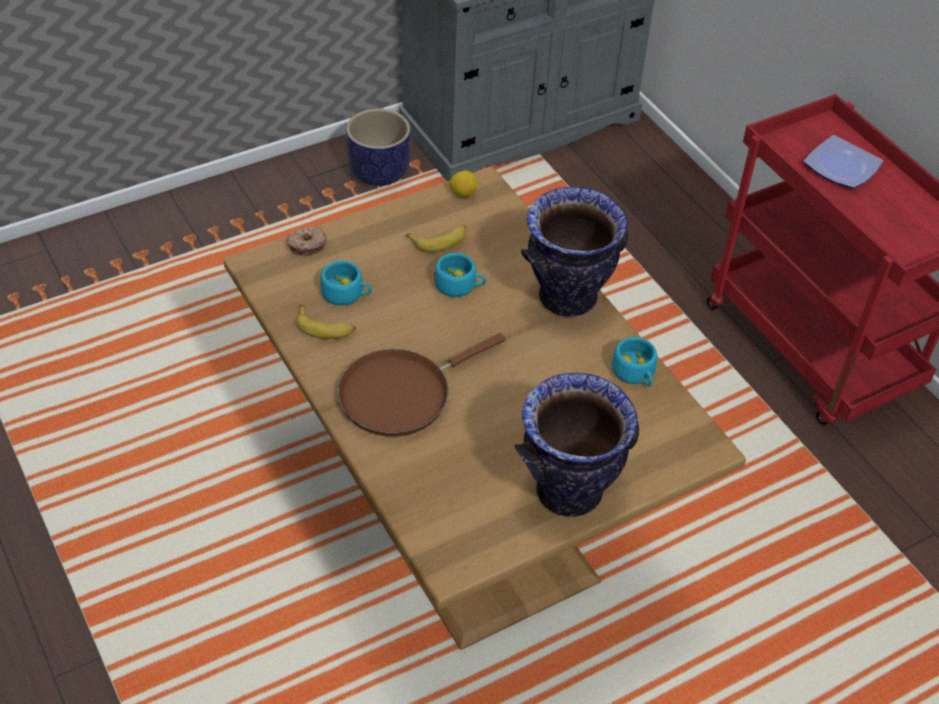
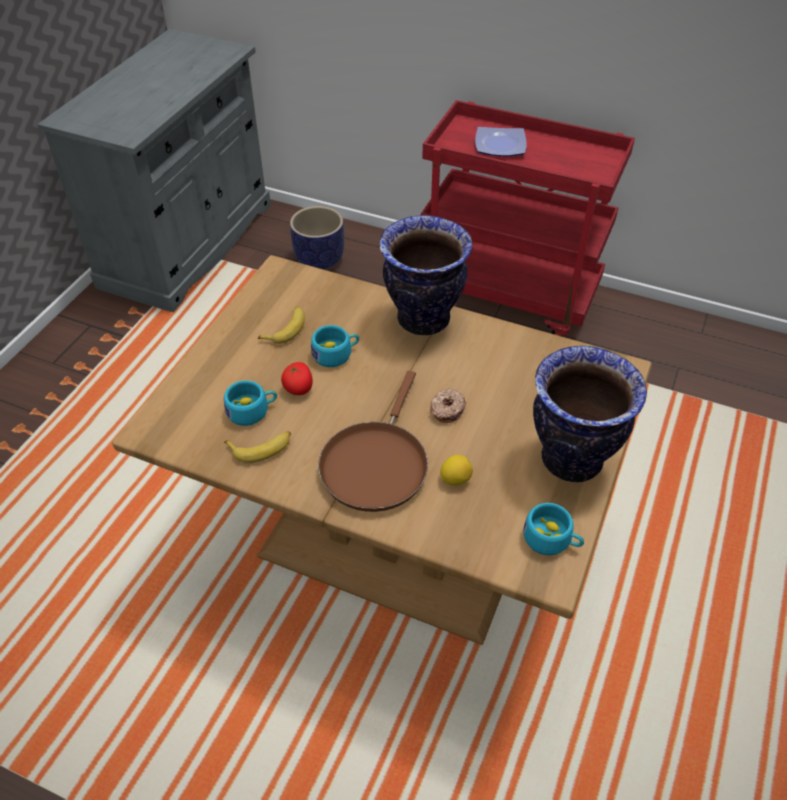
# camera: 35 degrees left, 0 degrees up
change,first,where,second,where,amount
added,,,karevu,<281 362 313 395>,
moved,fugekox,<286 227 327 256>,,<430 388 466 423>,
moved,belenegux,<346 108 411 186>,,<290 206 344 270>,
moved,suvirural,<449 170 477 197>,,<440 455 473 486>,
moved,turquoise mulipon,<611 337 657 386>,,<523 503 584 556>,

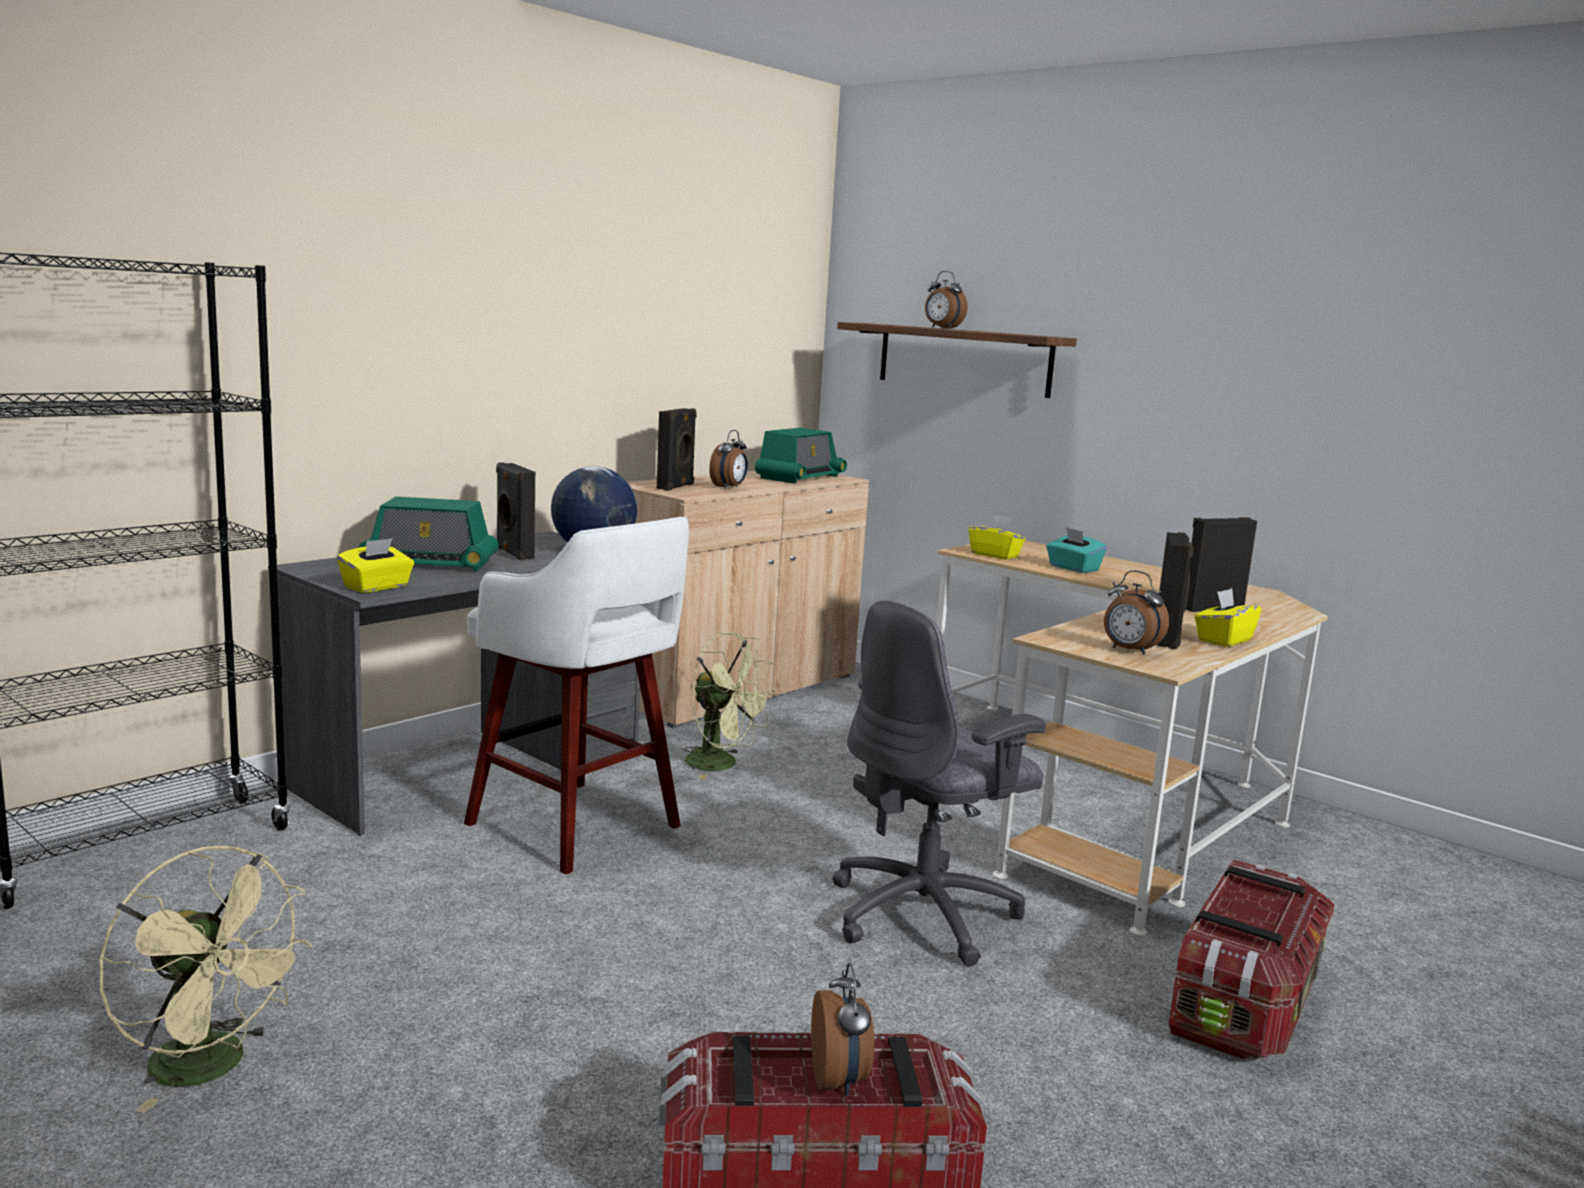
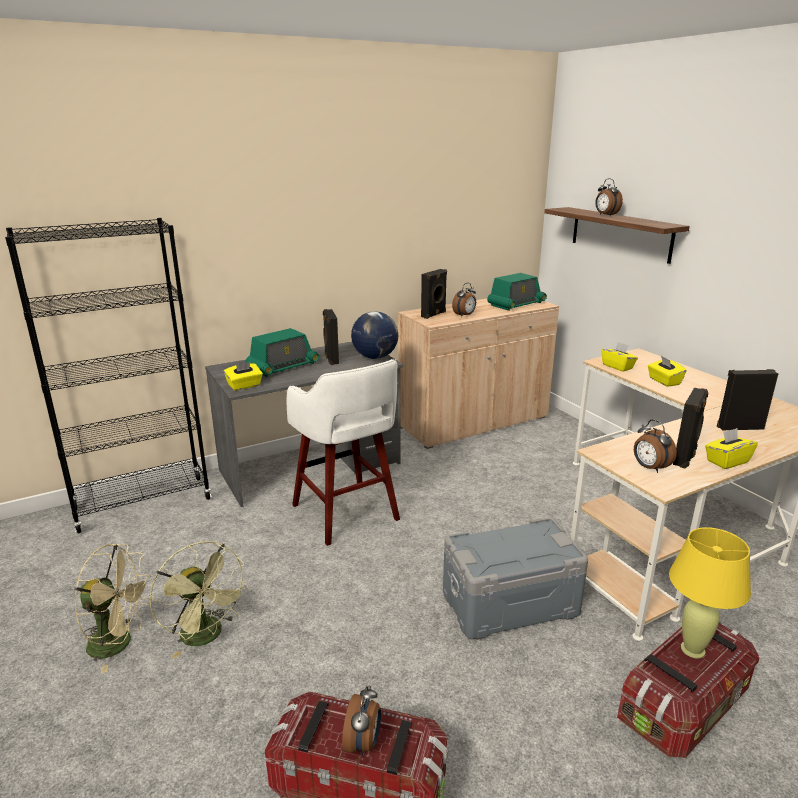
# camera: 20 degrees right, 10 degrees up
change,first,where,second,where,amount
added,,,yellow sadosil,<669 527 751 659>,
moved,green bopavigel,<684 632 775 779>,,<150 541 249 659>,
replaced,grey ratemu,<832 600 1046 967>,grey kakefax,<443 518 588 639>,
recoloured,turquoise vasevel,<1046 527 1107 573>,yellow vasevel,<648 356 687 387>,
turned,beige bopavigel,<99 845 313 1113>,,<74 544 152 673>,45 degrees counterclockwise
turned,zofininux,<358 497 498 572>,,<245 328 319 377>,60 degrees counterclockwise

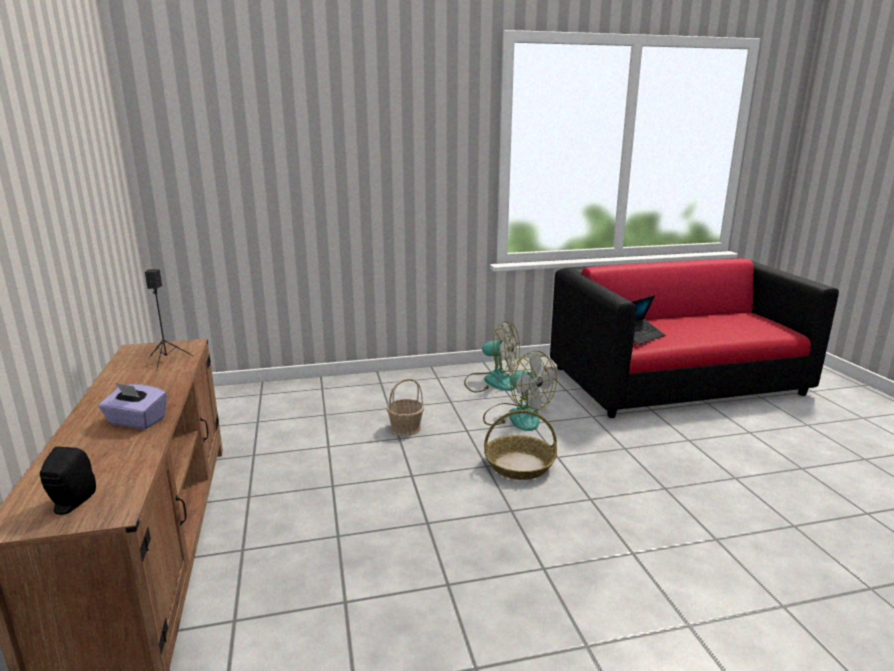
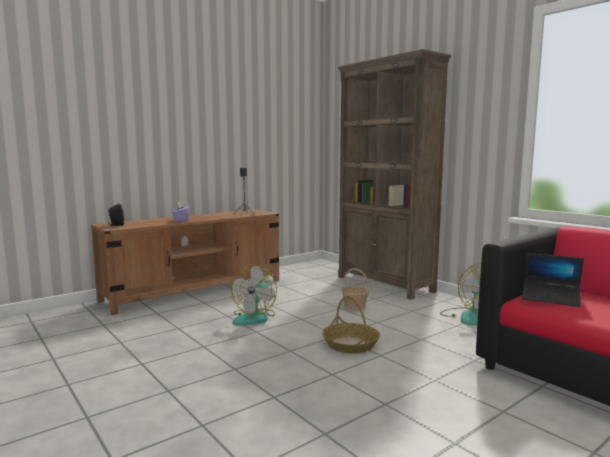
# camera: 65 degrees right, 10 degrees down
change,first,where,second,where,amount
added,,,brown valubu,<337 49 451 300>,
moved,bopavigel,<483 350 557 431>,,<231 264 277 325>,

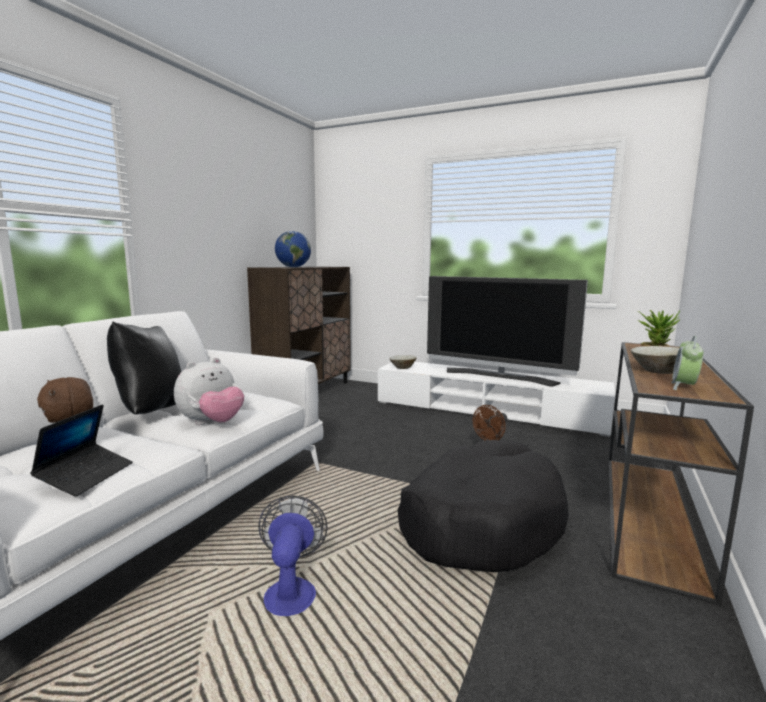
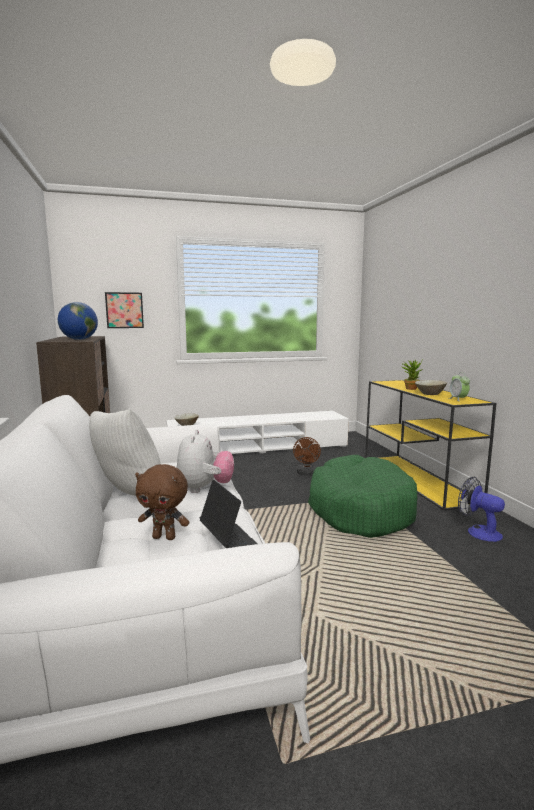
# camera: 40 degrees left, 0 degrees up
change,first,where,second,where,amount
removed,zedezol,<427 276 588 387>,,,
added,,,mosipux,<105 292 144 328>,
moved,bopavigel,<258 495 328 616>,,<458 477 505 542>,
recoloured,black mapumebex,<107 322 181 415>,white mapumebex,<89 408 161 496>,
recoloured,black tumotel,<398 440 569 572>,green tumotel,<308 455 417 538>,
recoloured,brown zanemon,<609 342 754 606>,yellow zanemon,<365 380 496 511>,

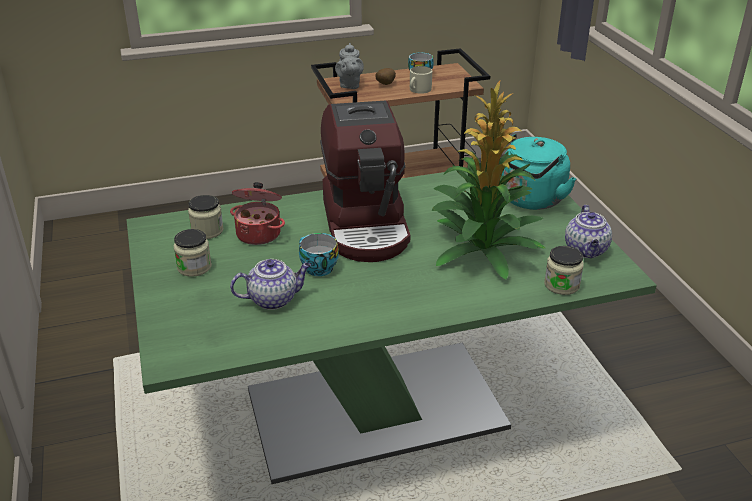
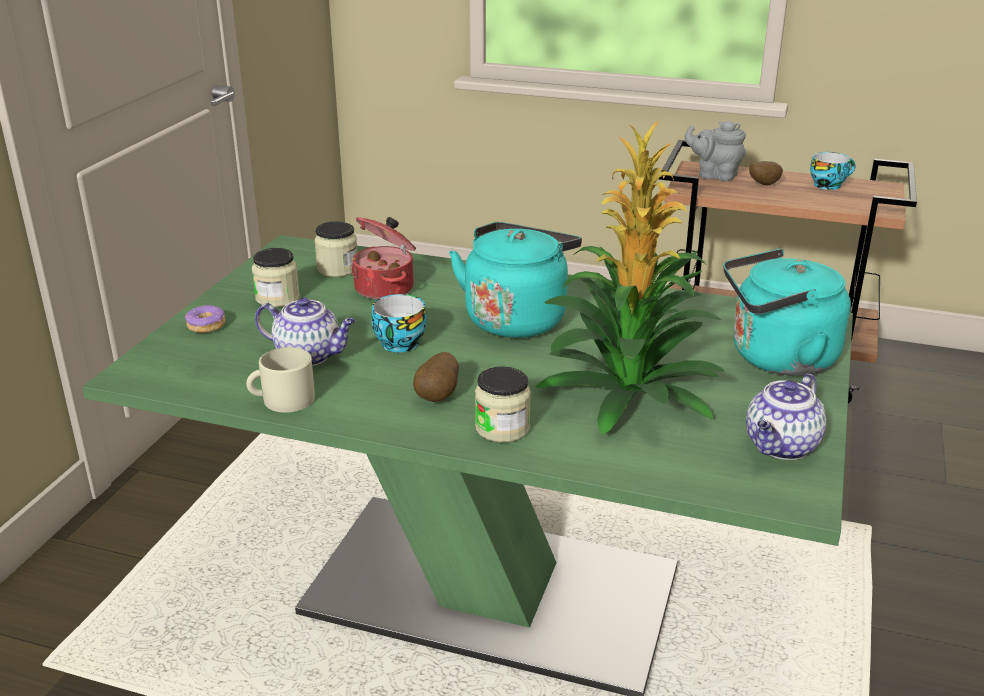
# camera: 35 degrees right, 5 degrees down
change,first,where,second,where,amount
added,,,fugekox,<185 305 226 333>,
added,,,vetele,<413 352 459 402>,
moved,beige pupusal,<410 66 432 94>,,<246 347 315 413>,
moved,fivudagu,<544 246 584 295>,,<475 366 531 443>,
replaced,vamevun,<320 101 410 262>,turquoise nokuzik,<449 222 582 338>,
turned,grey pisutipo,<335 43 364 89>,,<684 121 746 181>,75 degrees clockwise

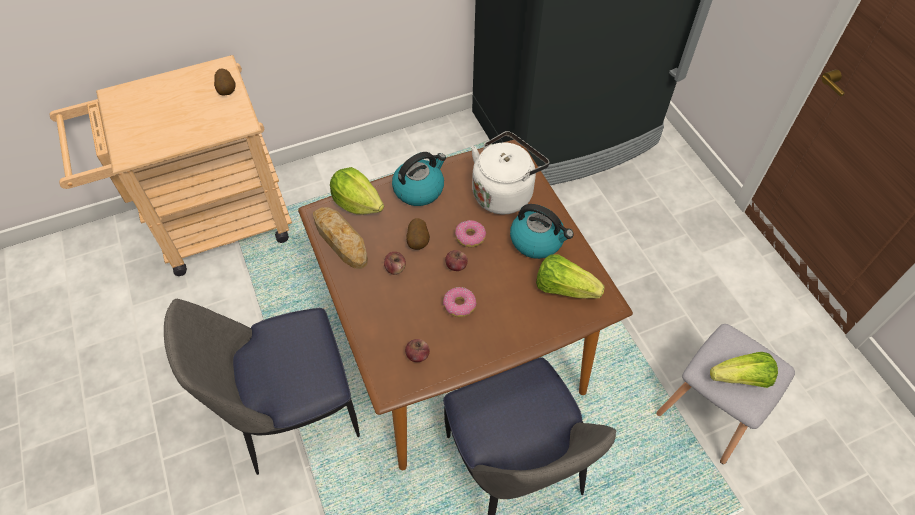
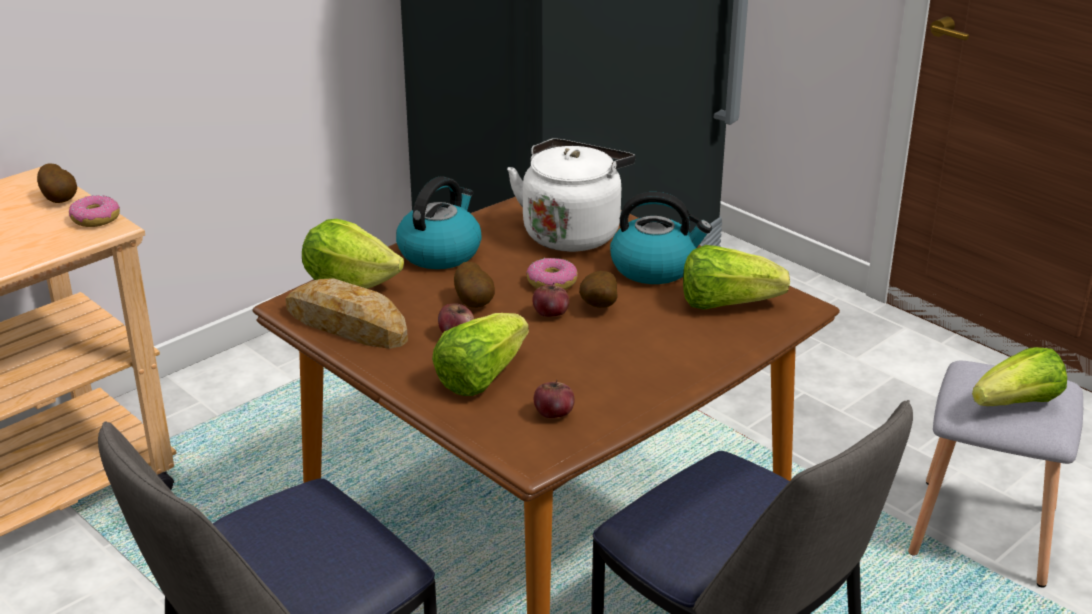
# camera: 20 degrees left, 25 degrees down
change,first,where,second,where,amount
added,,,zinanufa,<432 313 529 396>,
added,,,vetele,<579 271 617 308>,
moved,fugekox,<443 287 477 317>,,<69 195 120 227>,

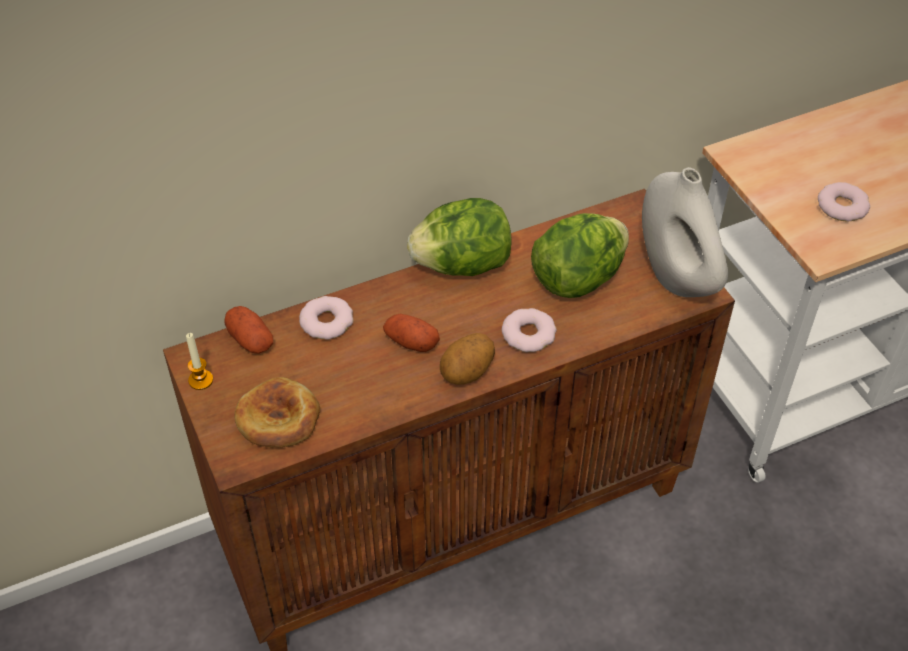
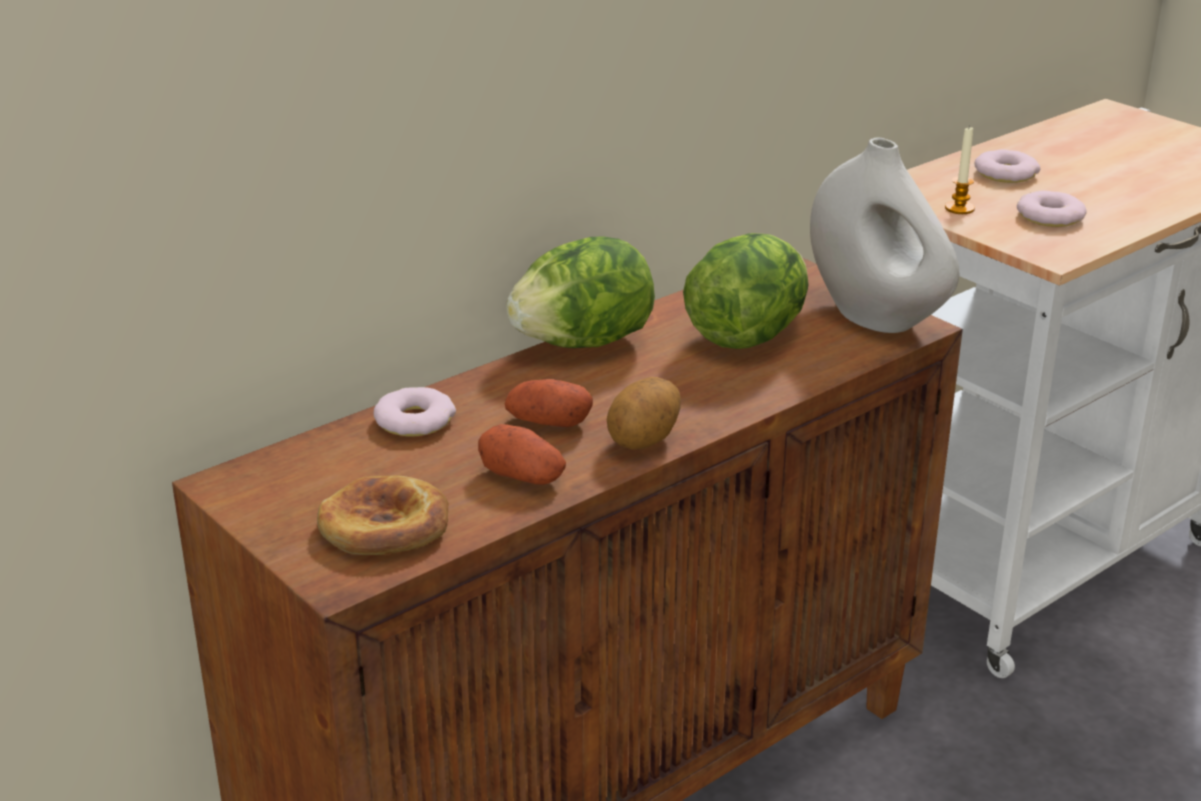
# camera: 15 degrees left, 20 degrees down
change,first,where,second,where,amount
moved,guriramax,<186 333 213 390>,,<945 125 975 214>,
moved,vetele,<224 306 273 354>,,<478 424 566 485>,
moved,fugekox,<502 308 557 352>,,<974 150 1041 183>,

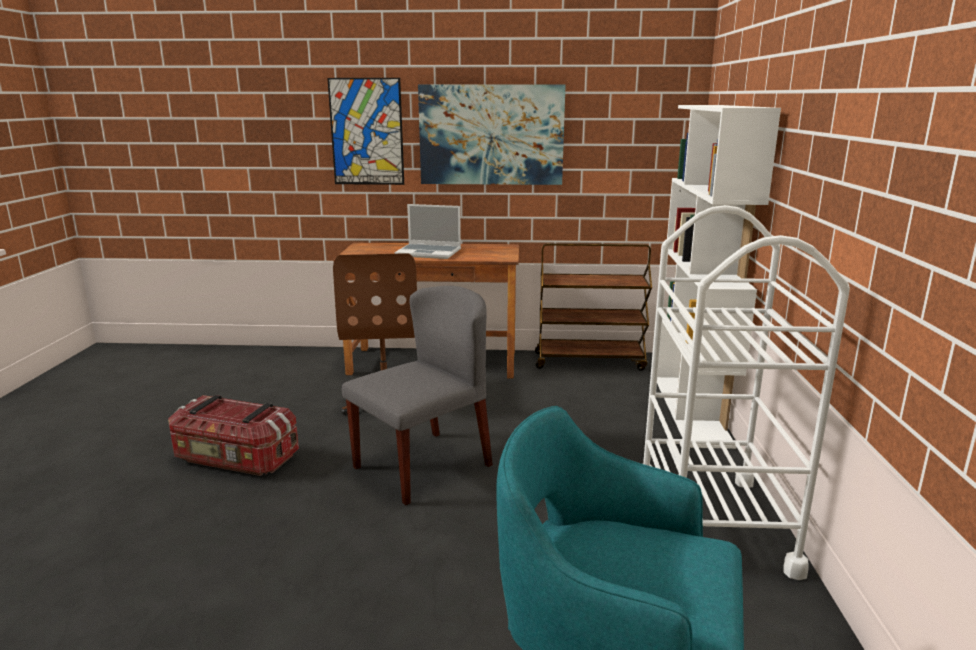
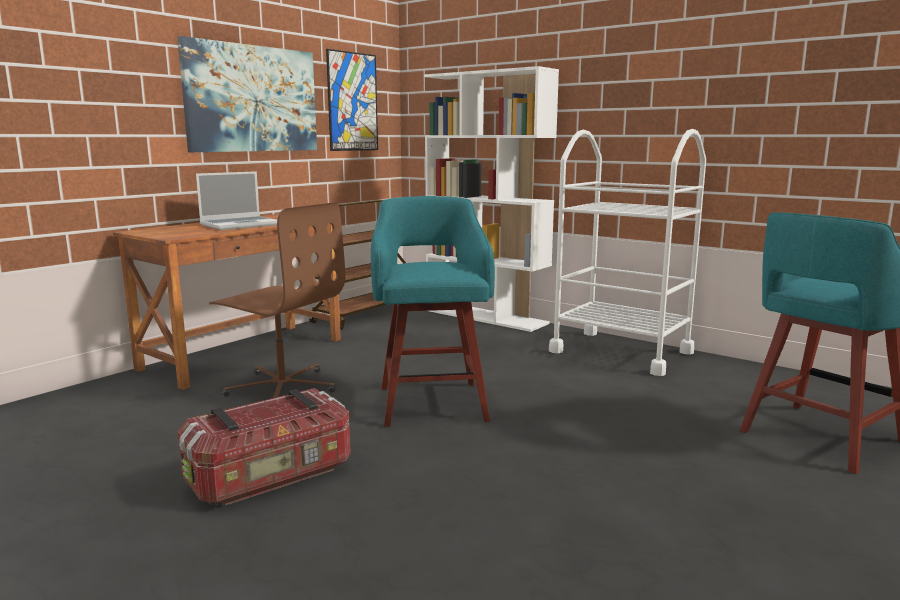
# camera: 55 degrees left, 5 degrees down
change,first,where,second,where,amount
moved,mosipux,<327 78 404 185>,,<326 49 378 151>,
replaced,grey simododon,<342 286 493 505>,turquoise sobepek,<371 196 495 427>,

